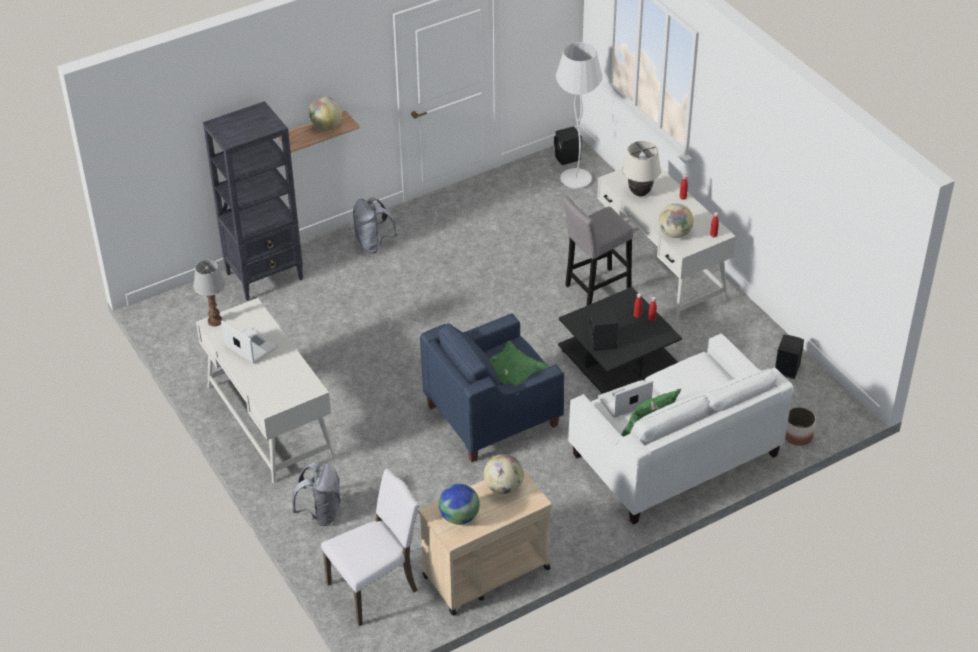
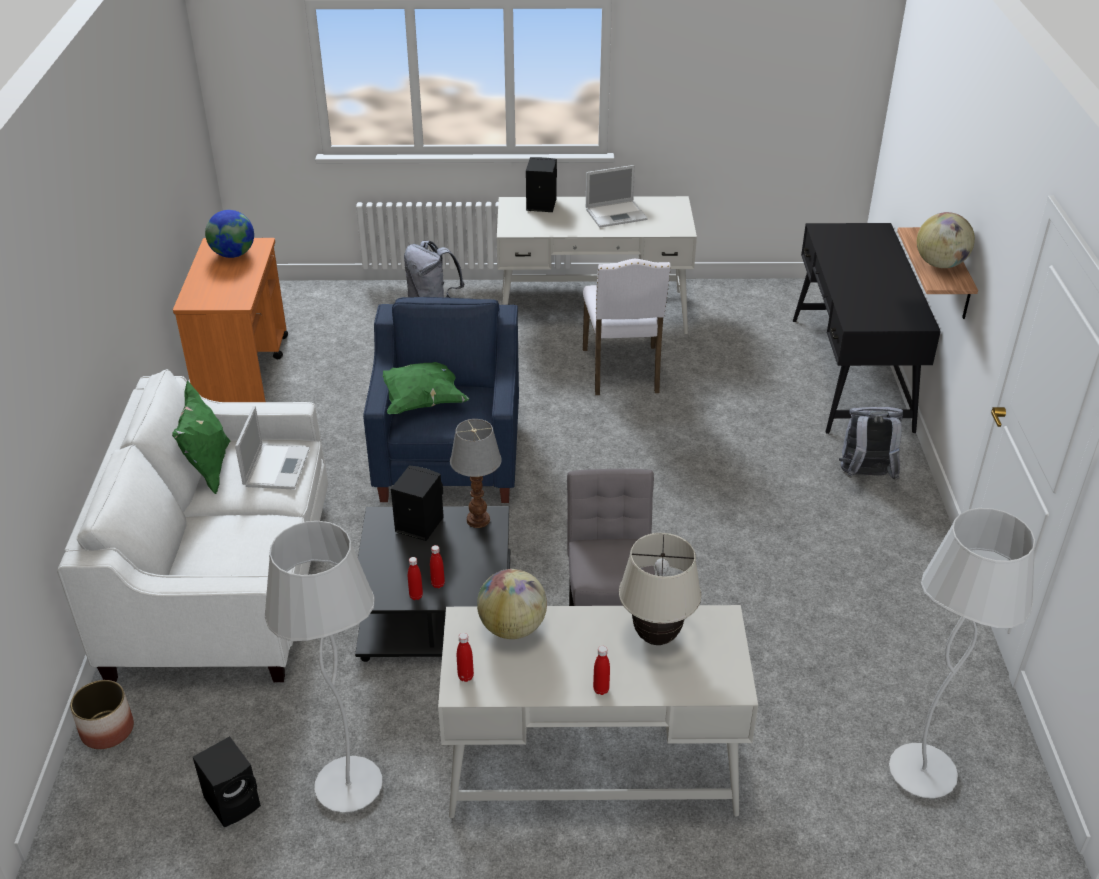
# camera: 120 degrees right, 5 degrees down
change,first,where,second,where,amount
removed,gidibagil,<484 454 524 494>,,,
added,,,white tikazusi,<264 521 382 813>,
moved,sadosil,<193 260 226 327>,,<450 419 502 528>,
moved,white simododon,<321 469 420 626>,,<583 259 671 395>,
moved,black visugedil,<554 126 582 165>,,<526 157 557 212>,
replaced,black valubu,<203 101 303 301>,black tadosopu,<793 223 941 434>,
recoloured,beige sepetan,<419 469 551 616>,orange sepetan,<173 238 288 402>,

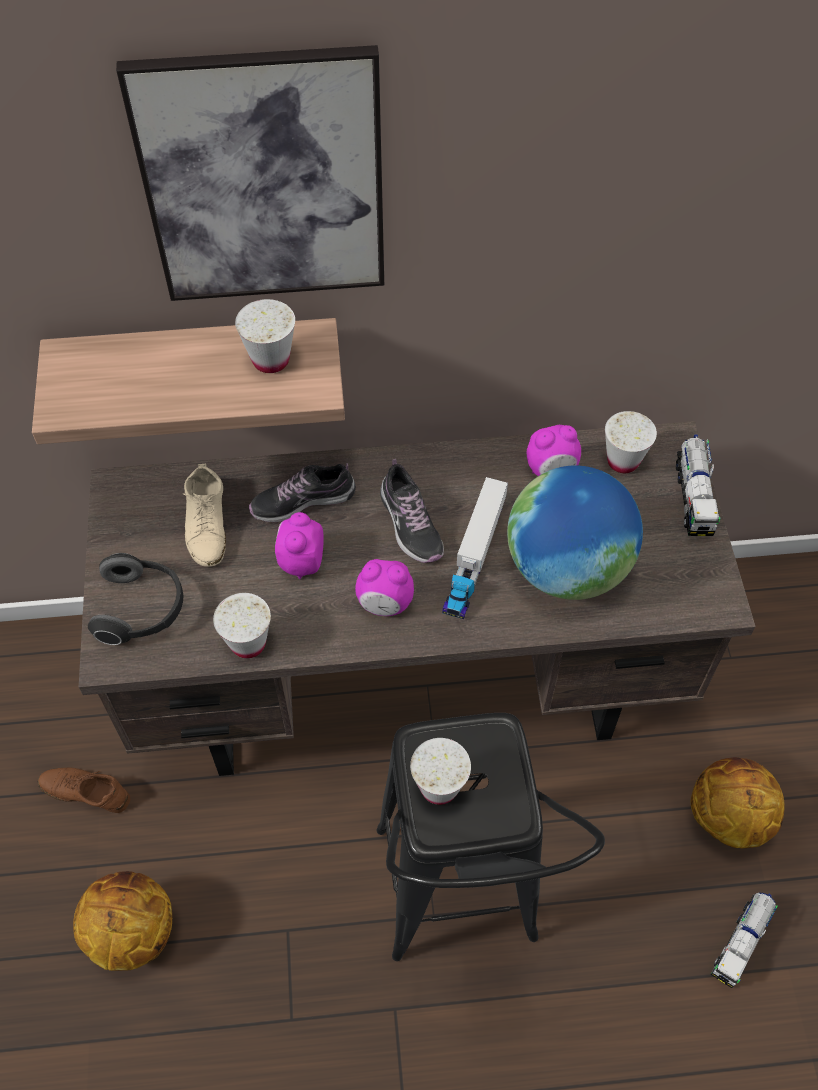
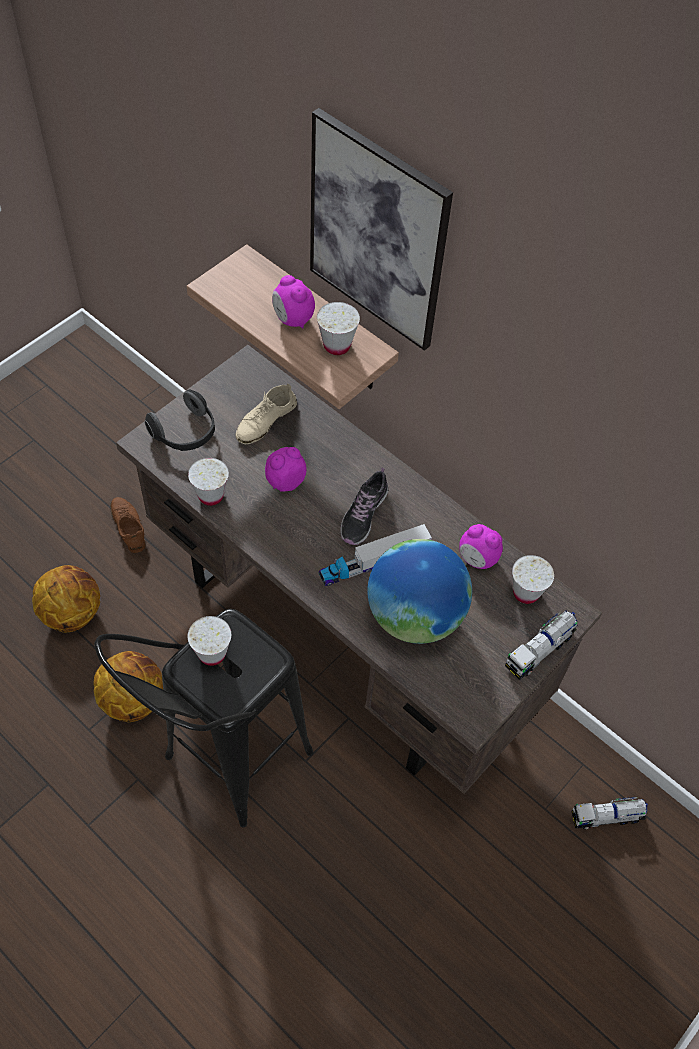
# camera: 45 degrees right, 0 degrees up
change,first,where,second,where,amount
removed,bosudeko,<249 463 356 522>,,,
moved,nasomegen,<355 559 414 616>,,<272 275 315 329>,
moved,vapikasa,<691 757 785 849>,,<94 651 163 722>,
moved,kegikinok,<710 892 778 988>,,<571 797 648 829>,

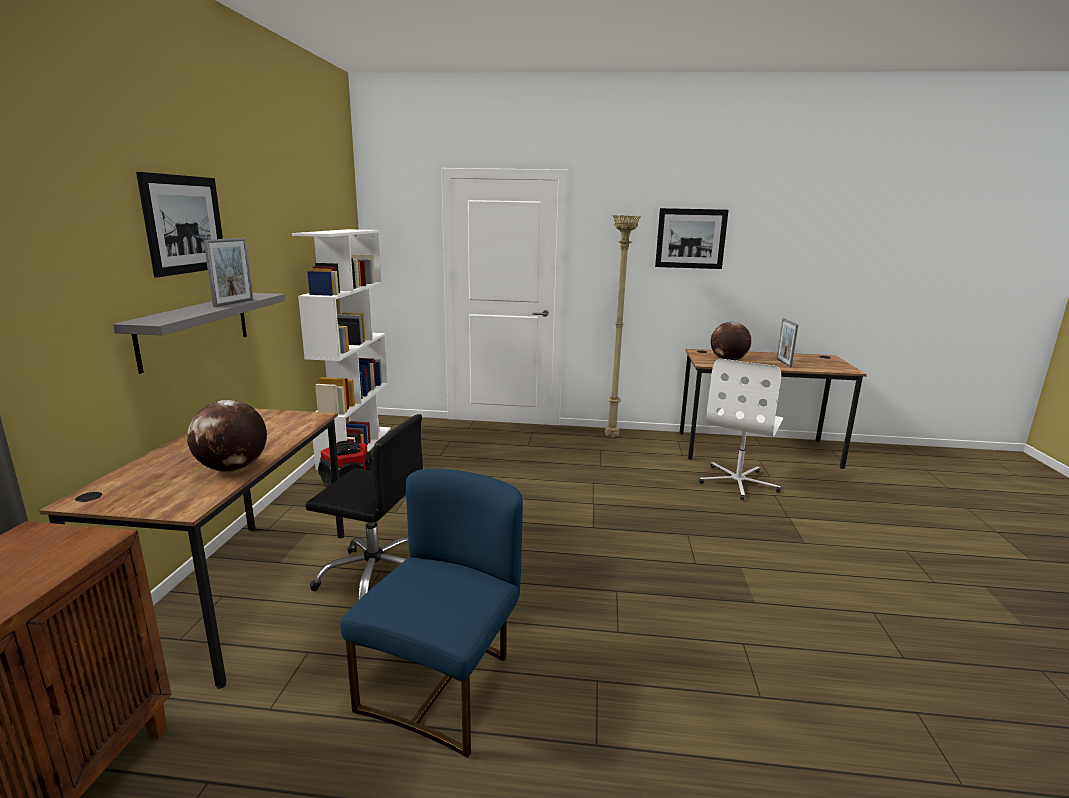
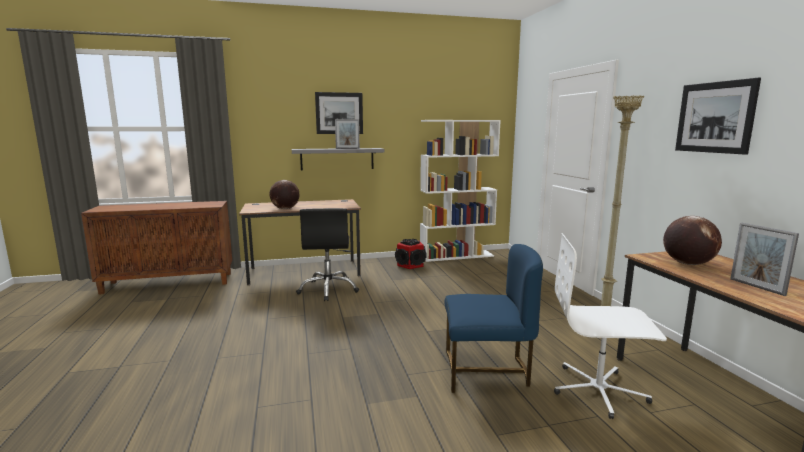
# camera: 70 degrees right, 5 degrees down
change,first,where,second,where,amount
moved,blue simododon,<340 468 523 758>,,<444 244 543 393>,
turned,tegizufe,<776 318 798 367>,,<730 223 799 296>,90 degrees counterclockwise

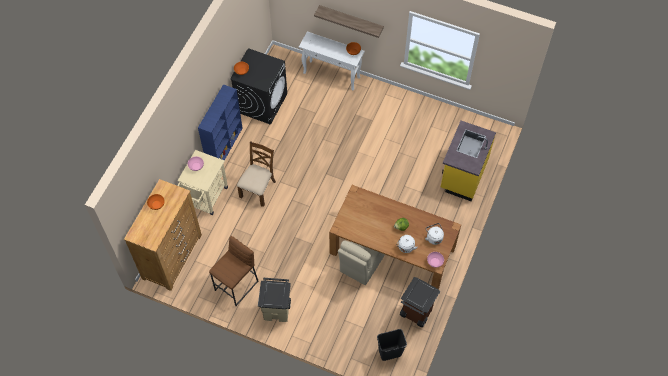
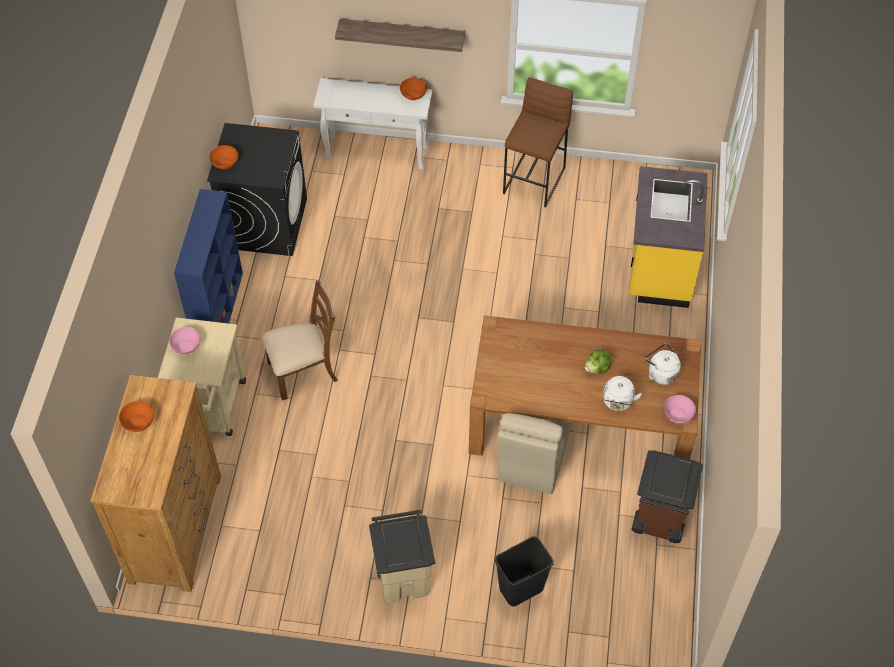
# camera: 15 degrees left, 5 degrees down
change,first,where,second,where,amount
moved,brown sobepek,<209 236 258 306>,,<503 78 573 207>,
moved,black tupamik,<377 329 407 361>,,<495 536 554 607>,
turned,brown simododon,<237 141 276 207>,,<261 280 338 401>,60 degrees clockwise

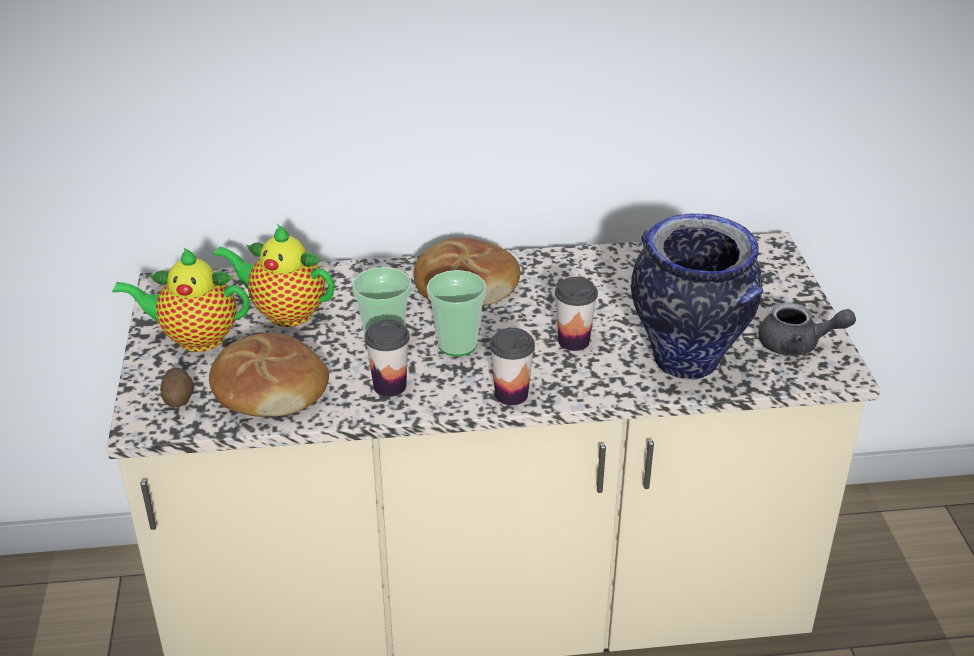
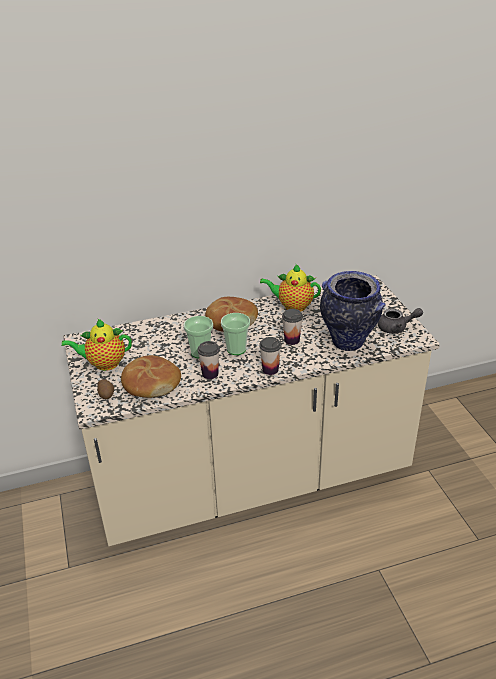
# camera: 10 degrees left, 0 degrees up
change,first,where,second,where,amount
moved,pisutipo,<213 224 334 327>,,<260 264 321 312>,

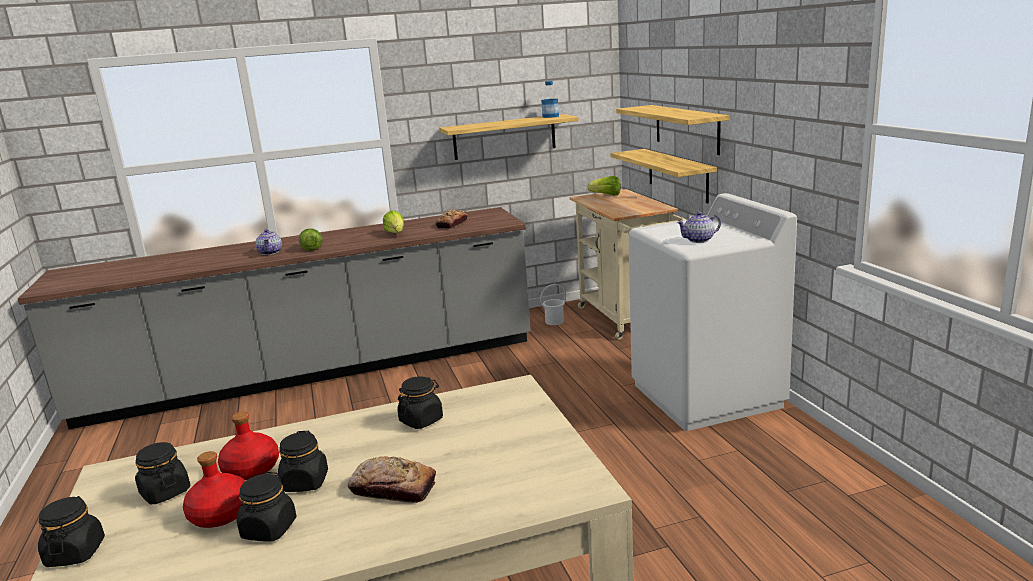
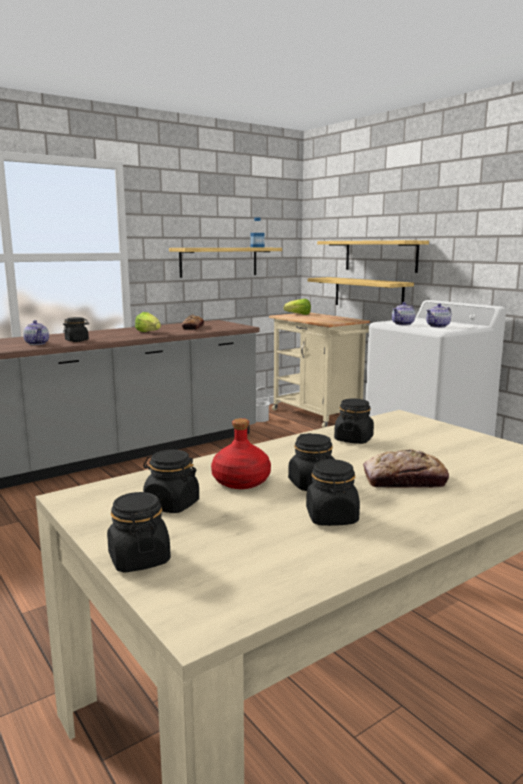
# camera: 20 degrees left, 5 degrees down
change,first,where,second,where,amount
removed,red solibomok,<183 451 245 528>,,,
added,,,pisutipo,<392 302 415 326>,
replaced,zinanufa,<299 228 323 251>,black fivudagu,<63 317 89 342>,

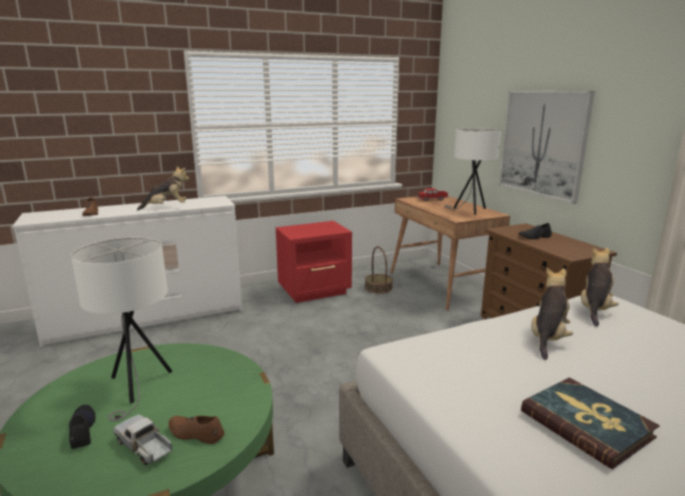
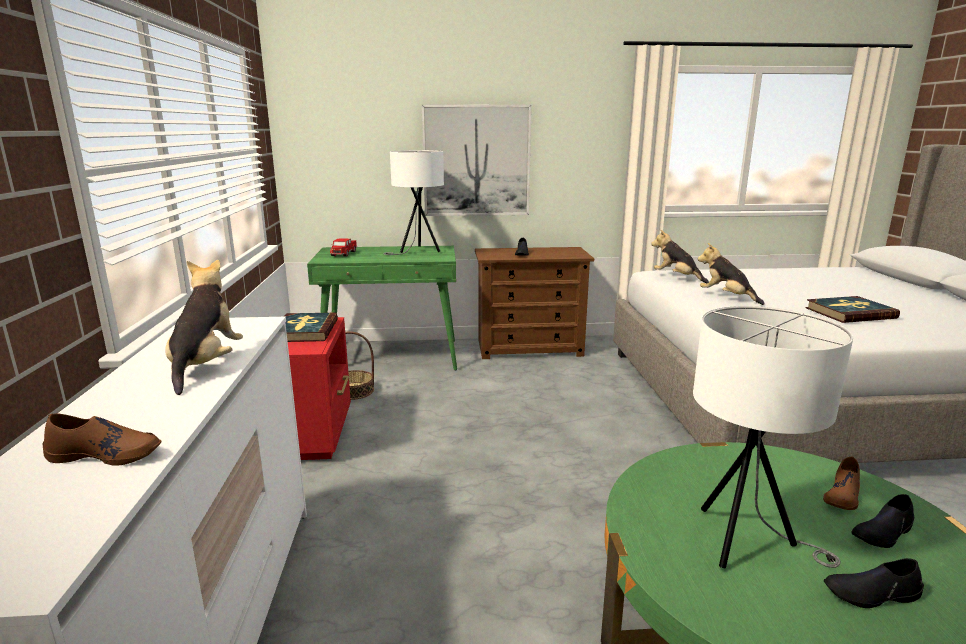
# camera: 70 degrees left, 0 degrees up
change,first,where,second,where,amount
added,,,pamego,<284 313 338 342>,
replaced,kegikinok,<113 414 172 465>,black bosudeko,<851 494 914 548>,
recoloured,brown tadosopu,<391 196 510 311>,green tadosopu,<307 246 457 370>,

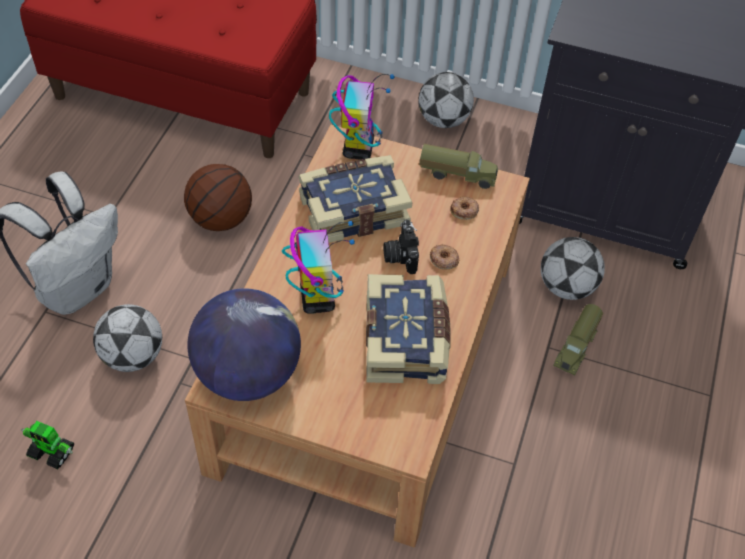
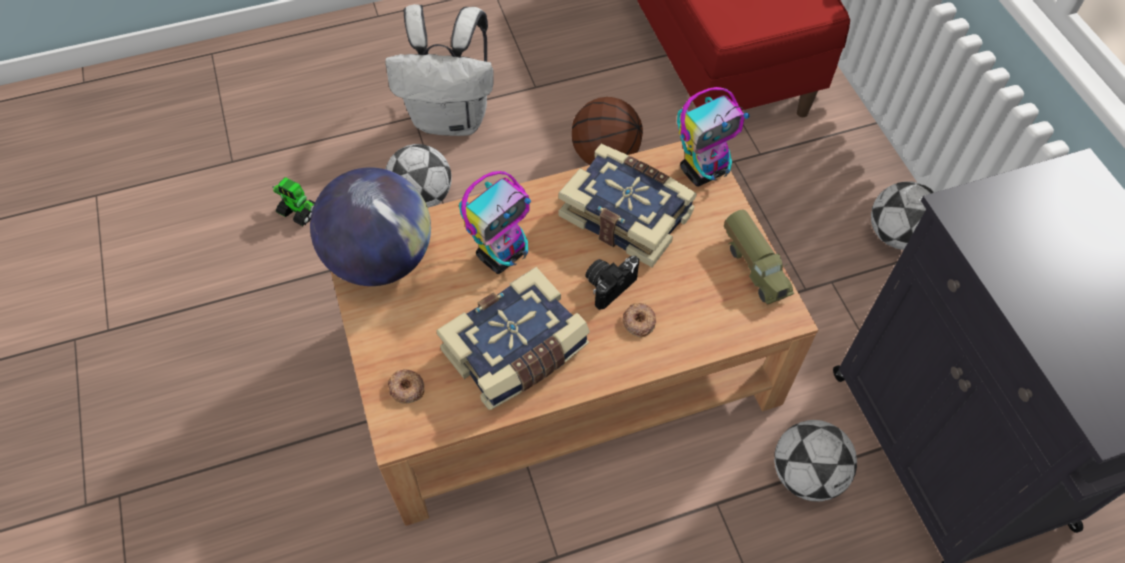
# camera: 55 degrees right, 5 degrees up
change,first,where,second,where,amount
removed,kegikinok,<553 304 603 375>,,,
moved,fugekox,<450 197 479 220>,,<388 369 425 404>,
turned,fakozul,<21 421 74 469>,,<272 177 315 226>,45 degrees counterclockwise

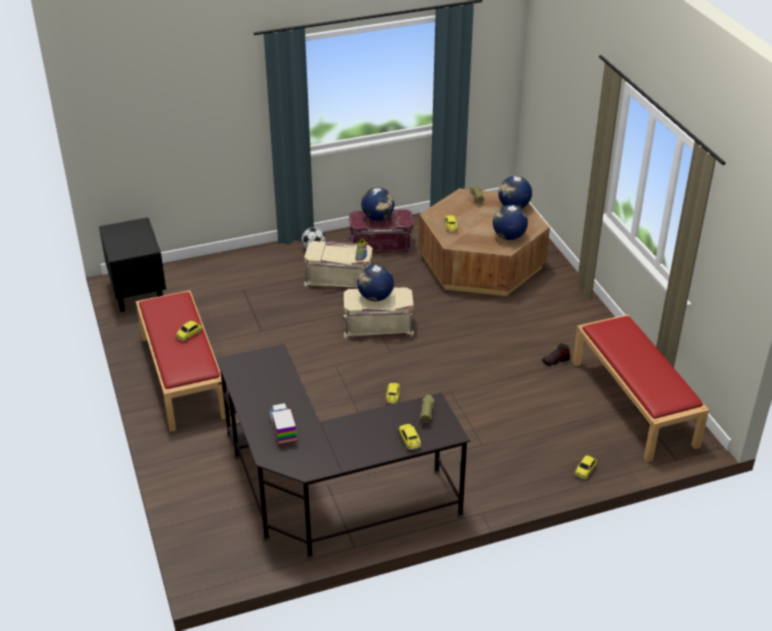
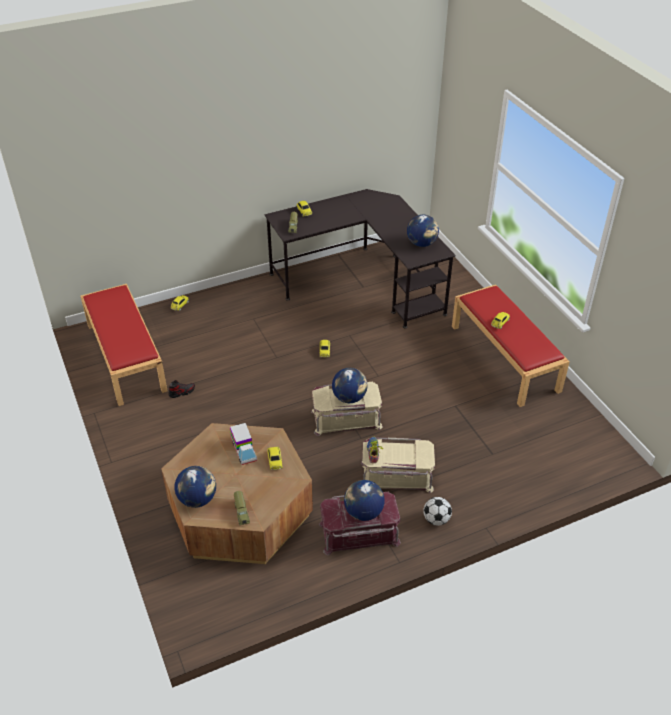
# camera: 175 degrees right, 5 degrees up
change,first,where,second,where,amount
removed,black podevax,<99 217 166 312>,,,
moved,kegikinok,<269 403 297 446>,,<230 423 257 465>,
moved,gidibagil,<493 205 528 240>,,<407 215 439 247>,

